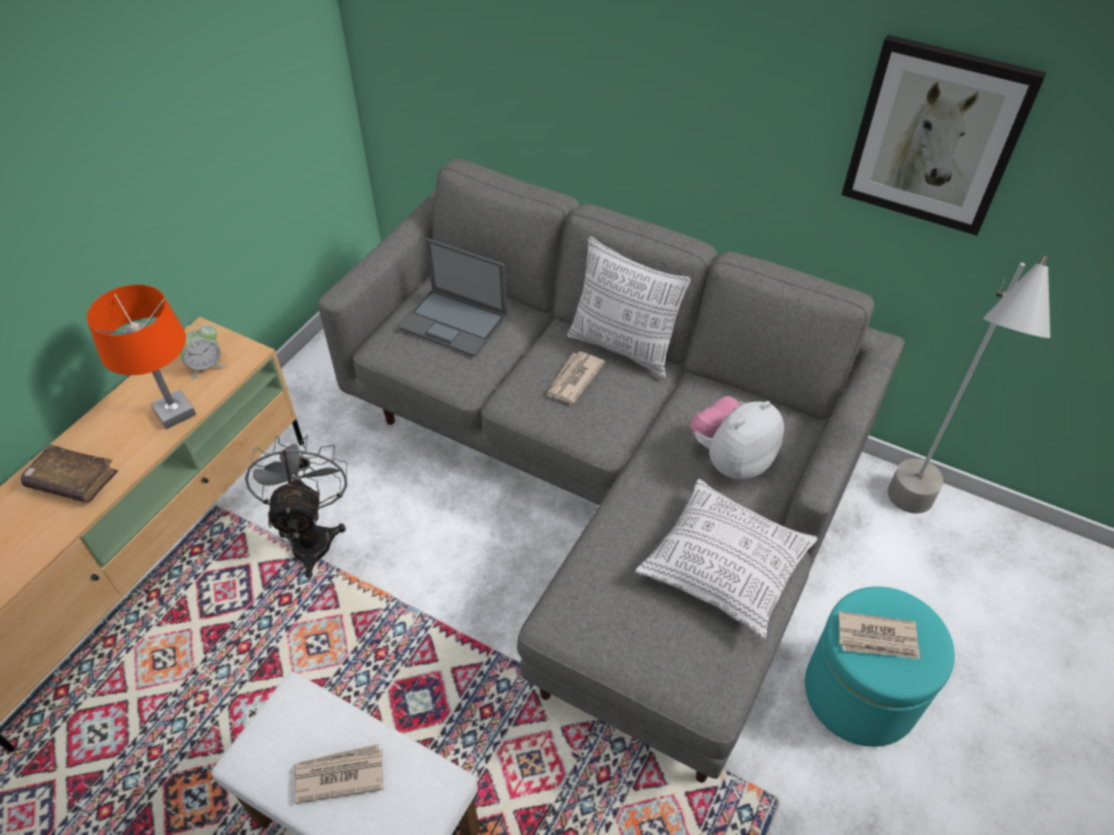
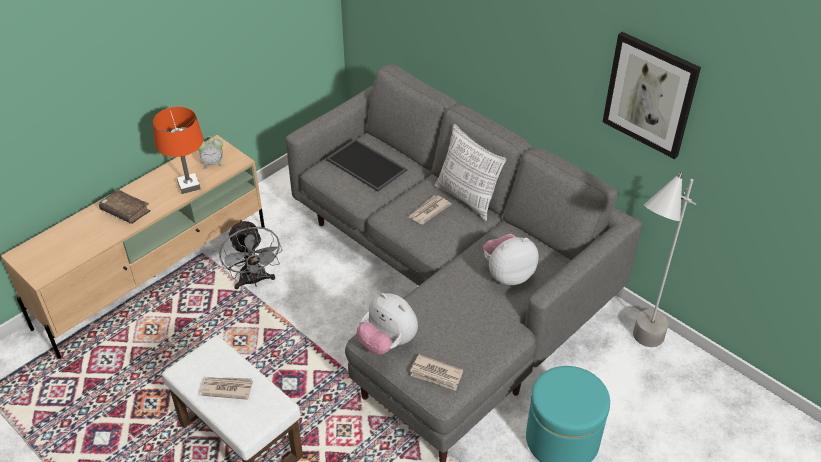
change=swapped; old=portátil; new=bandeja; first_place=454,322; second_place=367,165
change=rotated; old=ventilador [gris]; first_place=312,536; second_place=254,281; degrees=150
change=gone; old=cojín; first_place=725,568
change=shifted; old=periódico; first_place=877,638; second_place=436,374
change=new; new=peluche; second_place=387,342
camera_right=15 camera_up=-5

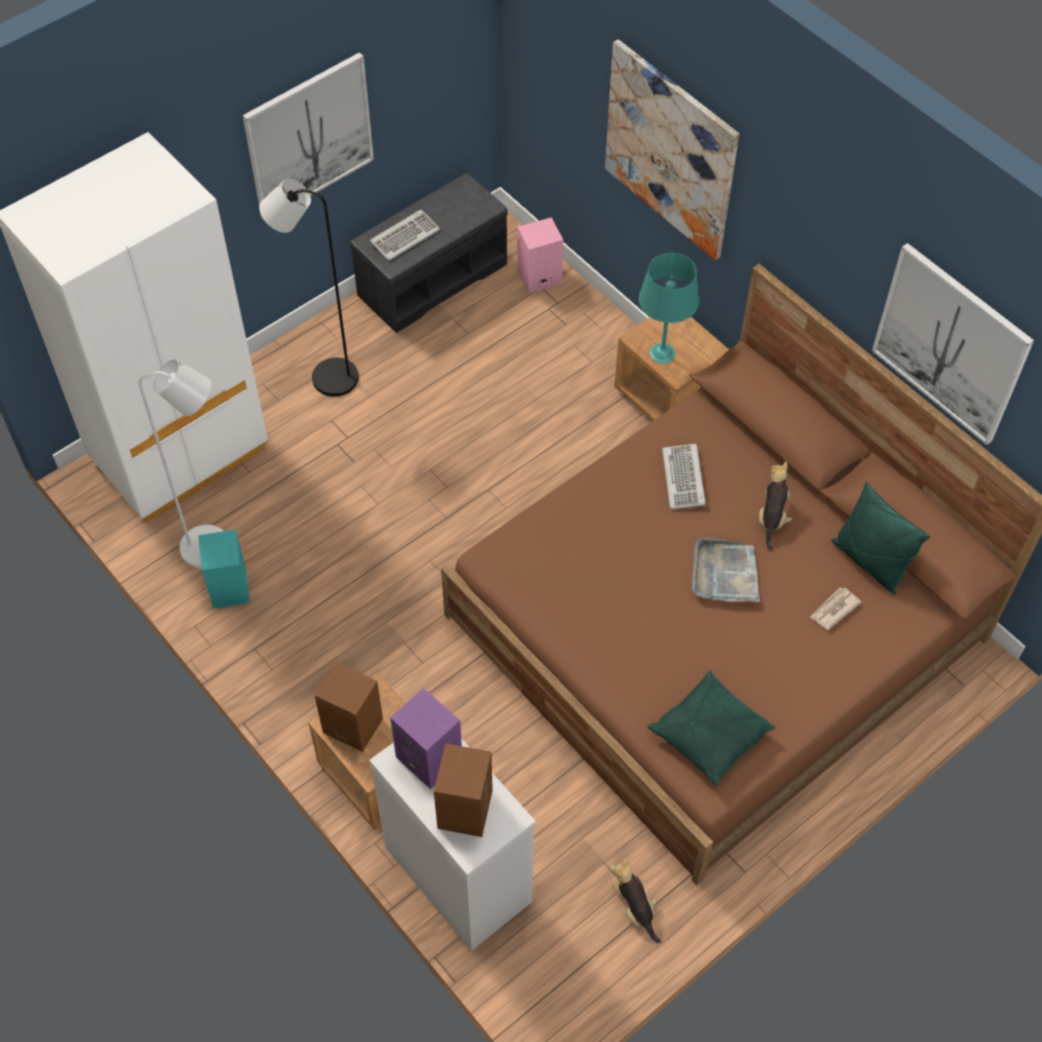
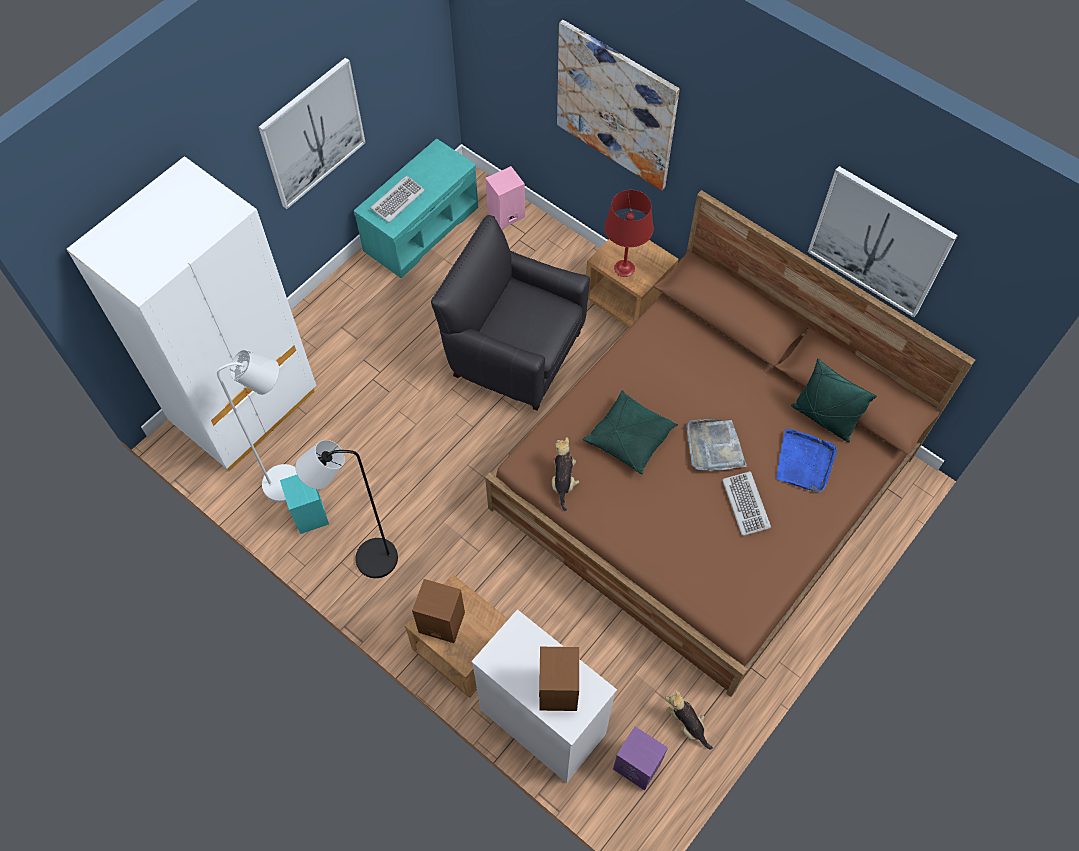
change=repainted; old=banco [gris]; new=banco [turquesa]; first_place=432,278; second_place=421,227
change=shifted; old=lámpara de pie [negro]; first_place=325,378; second_place=368,560
change=repainted; old=lámpara de mesa [turquesa]; new=lámpara de mesa [rojo]; first_place=662,353; second_place=624,268
change=shifted; old=teclado; first_place=684,478; second_place=746,504
change=shifted; old=peluche; first_place=772,517; second_place=563,481
change=swapped; old=periódico; new=bandeja [azul]; first_place=834,609; second_place=804,462
change=shifted; old=cojín [verde]; first_place=710,734; second_place=629,437
change=shifted; old=altavoz [morado]; first_place=431,758; second_place=638,765
change=new; new=sillón [negro]; second_place=514,352
camera_right=-10 camera_up=5

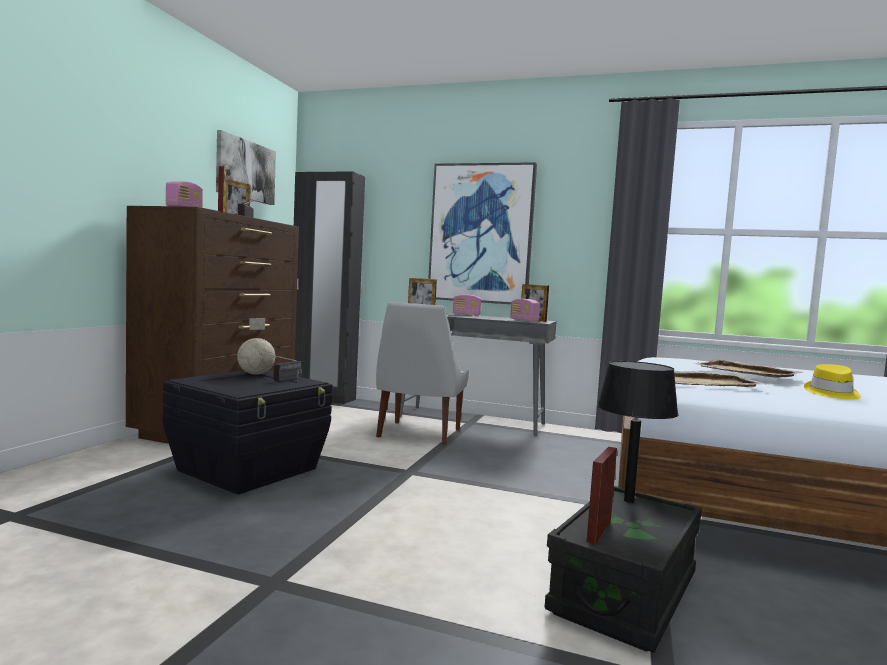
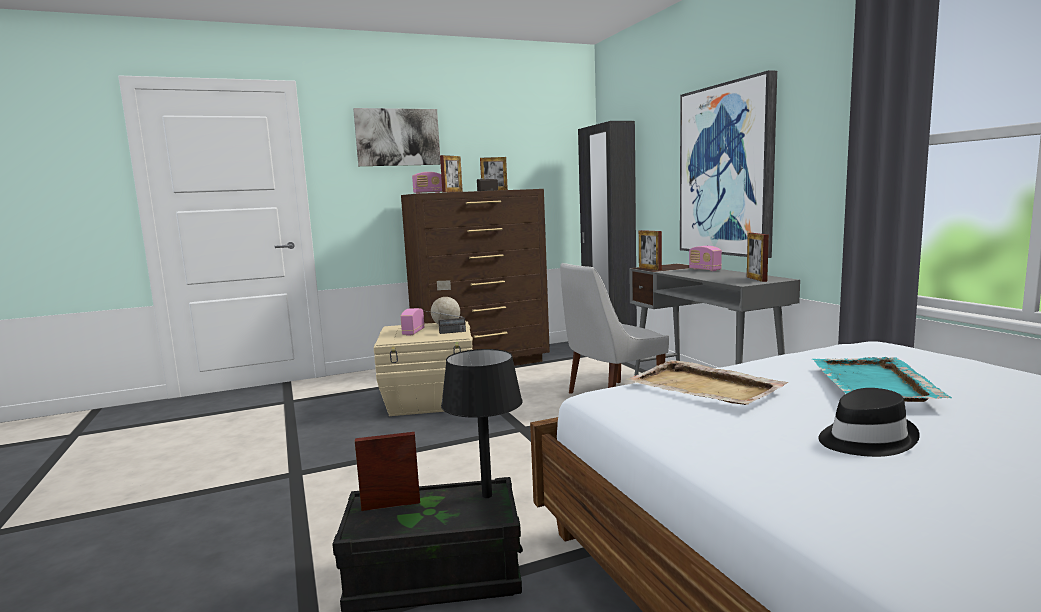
change=shifted; old=cuadro; first_place=245,170; second_place=397,137
change=shifted; old=radio; first_place=524,320; second_place=413,332
change=repainted; old=bandeja [beis]; new=bandeja [turquesa]; first_place=746,372; second_place=873,383
change=repainted; old=sombrero [amarillo]; new=sombrero [negro]; first_place=831,393; second_place=864,439
change=repainted; old=caja de almacenaje [negro]; new=caja de almacenaje [beis]; first_place=249,469; second_place=430,400
camera_right=50 camera_up=5

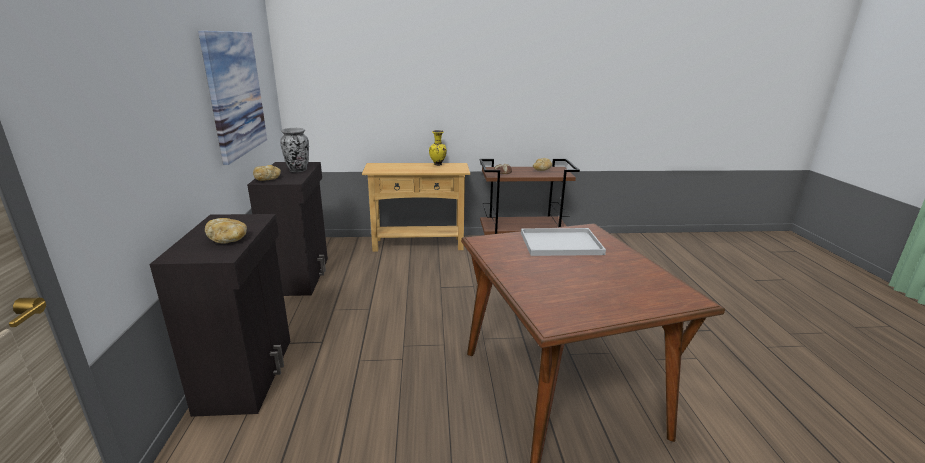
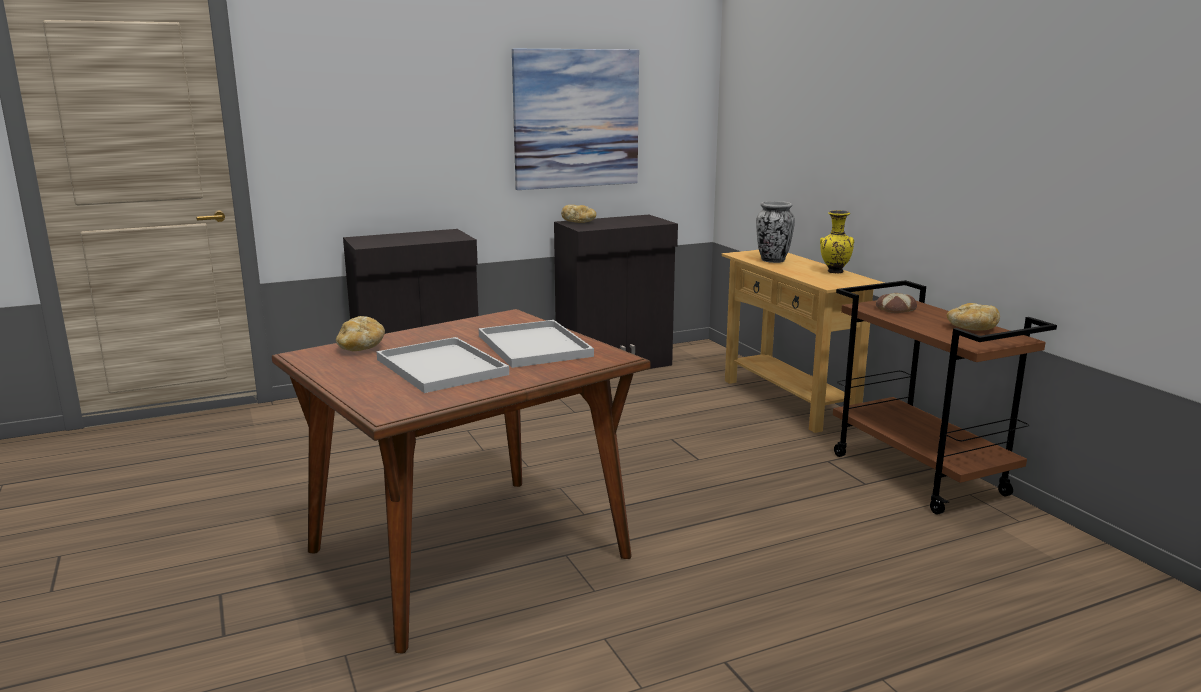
change=shifted; old=florero; first_place=298,170; second_place=772,260
change=shifted; old=pan; first_place=228,239; second_place=361,348
change=new; new=bandeja [blanco]; second_place=439,366
camera_right=70 camera_up=-5

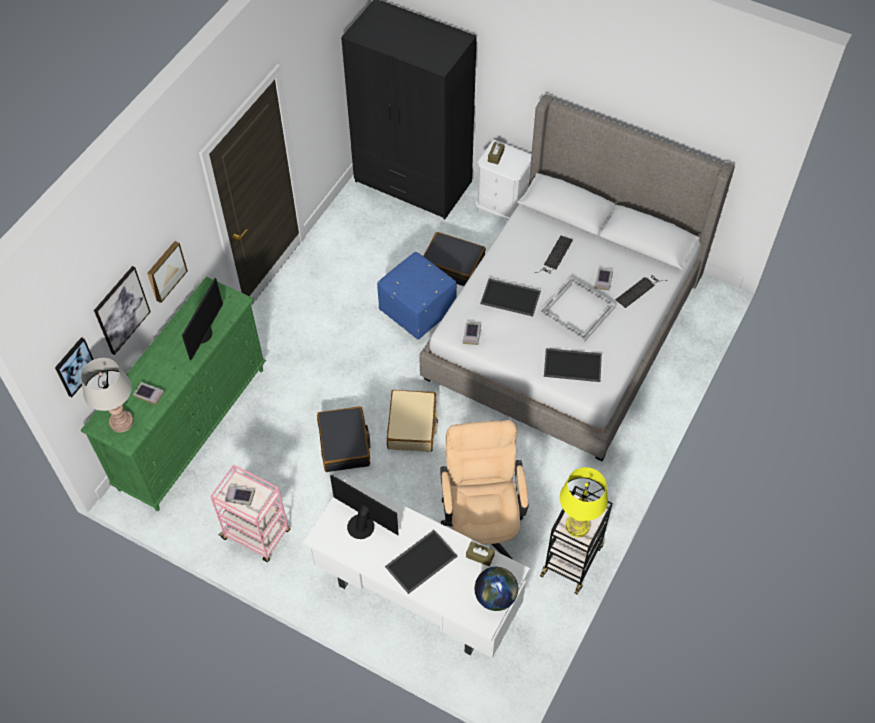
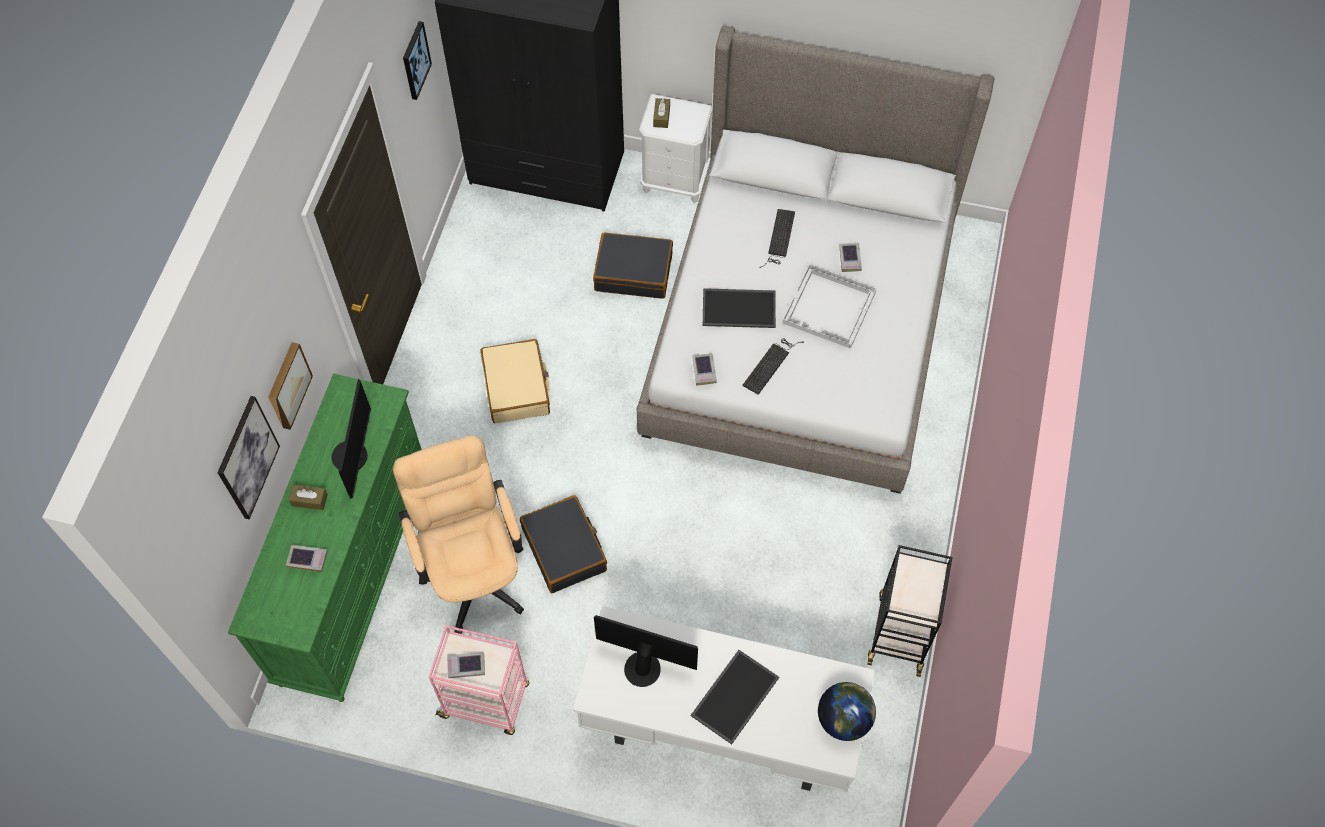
change=gone; old=puf [azul]; first_place=416,310
change=shifted; old=teclado; first_place=639,290; second_place=770,364
change=shifted; old=cuadro; first_place=74,366; second_place=415,60
change=gone; old=bandeja; first_place=573,364
change=gone; old=lámpara de mesa [gris]; first_place=121,422
change=shifted; old=maleta [beis]; first_place=412,426; second_place=517,388
change=shifted; old=silla de oficina [beis]; first_place=482,524; second_place=473,569
change=gone; old=lámpara de mesa [amarillo]; first_place=577,526
change=shifted; old=caja de pañuelos [marrón]; first_place=480,556; second_place=309,500
camera_right=-15 camera_up=5

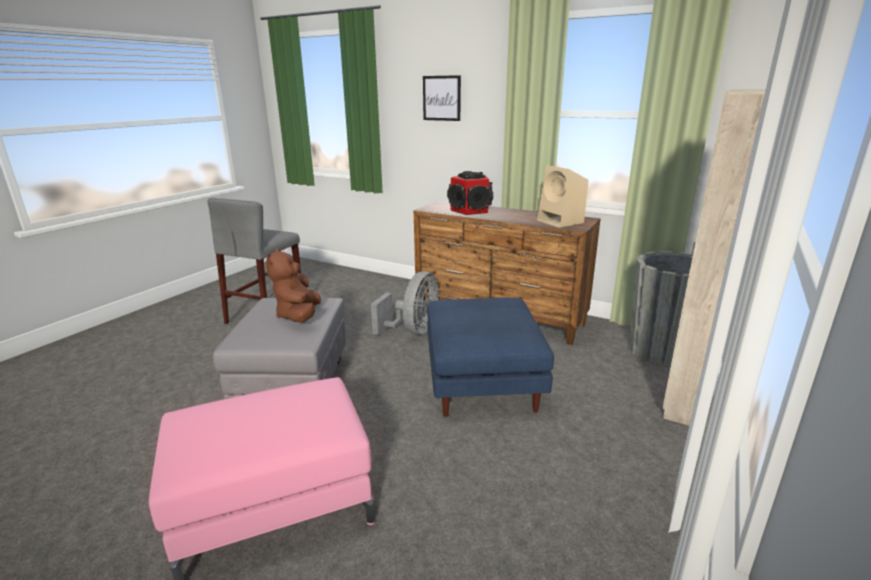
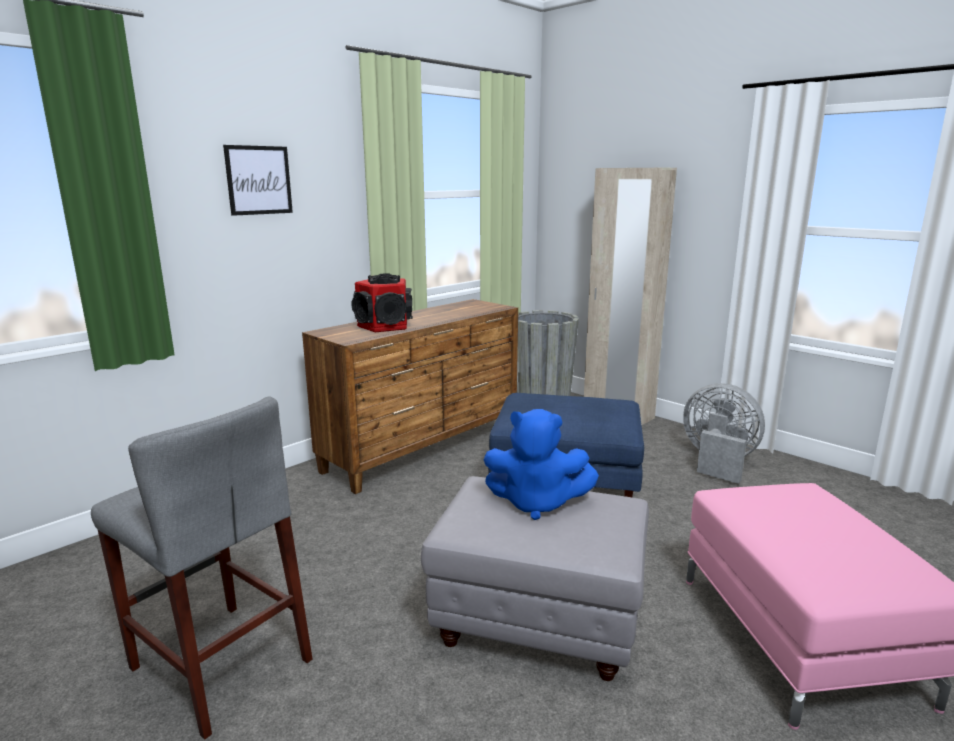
change=gone; old=altavoz [beis]; first_place=561,222
change=repainted; old=peluche [marrón]; new=peluche [azul]; first_place=299,316; second_place=536,503
change=shifted; old=ventilador [gris]; first_place=413,330; second_place=717,462
camera_right=-75 camera_up=-5

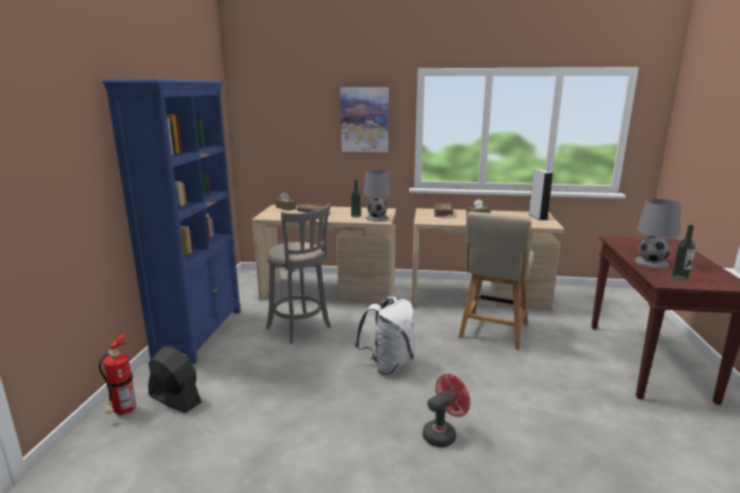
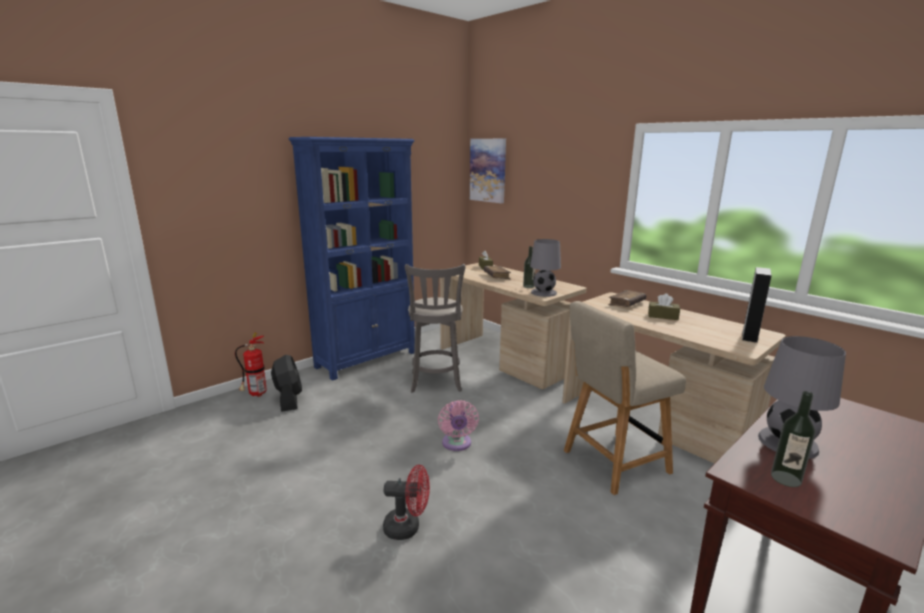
change=shifted; old=cuadro; first_place=364,119; second_place=488,170
change=swapped; old=mochila [blanco]; new=ventilador [rosa]; first_place=388,365; second_place=457,444
camera_right=40 camera_up=0

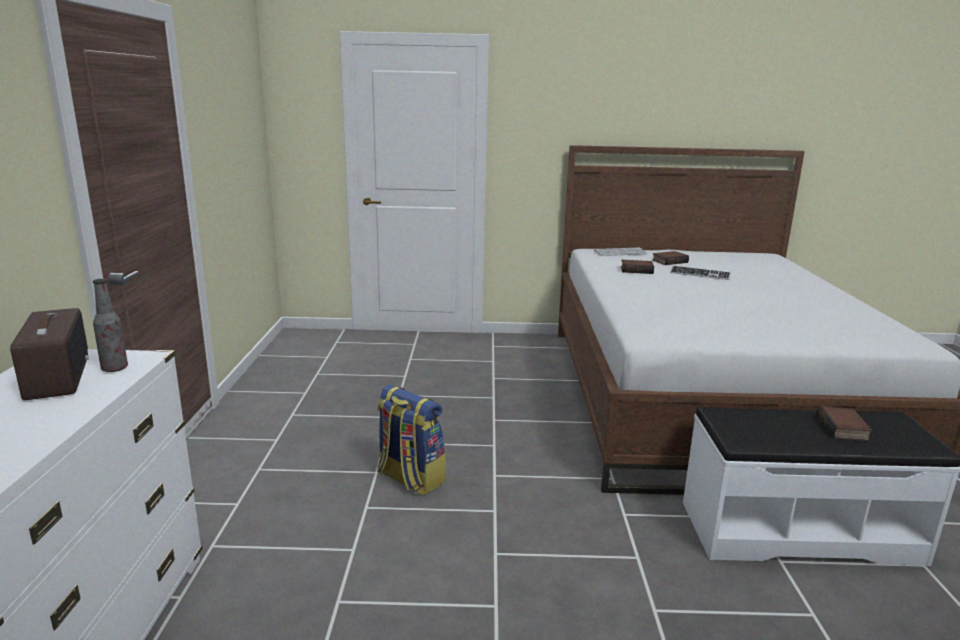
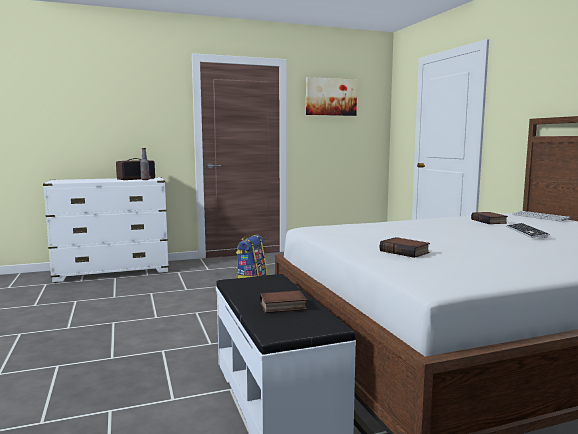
change=shifted; old=libro; first_place=669,261; second_place=405,251
change=new; new=cuadro; second_place=331,97
camera_right=70 camera_up=-10

